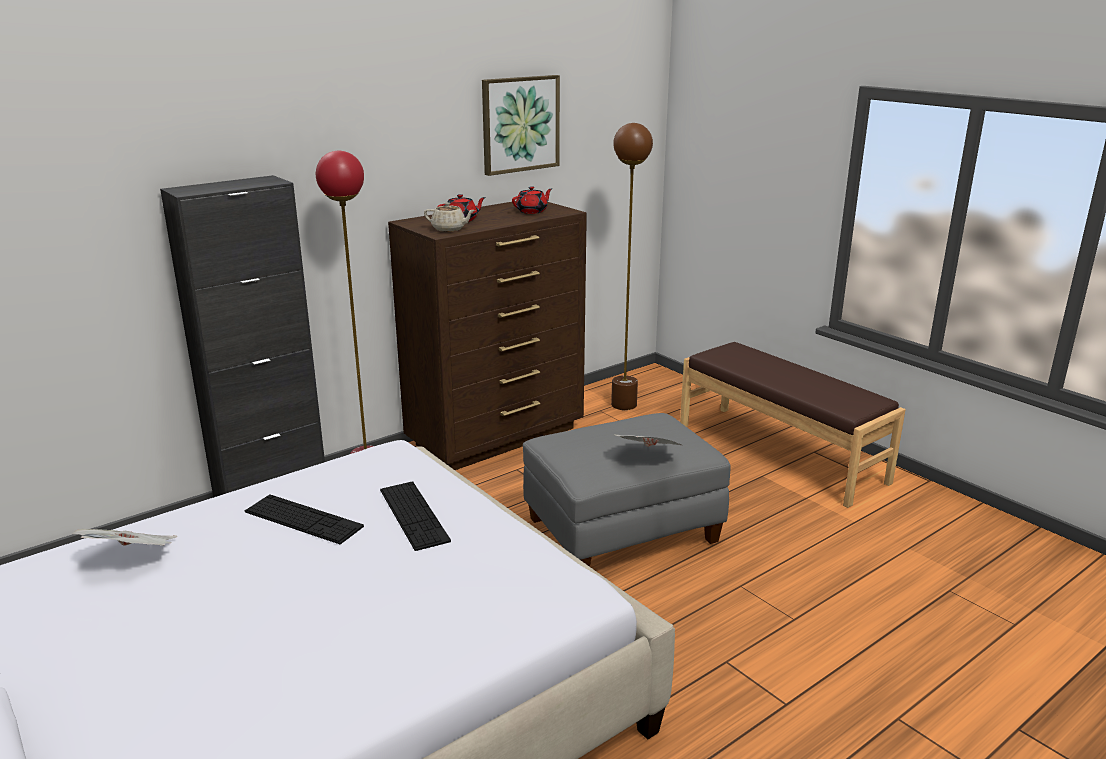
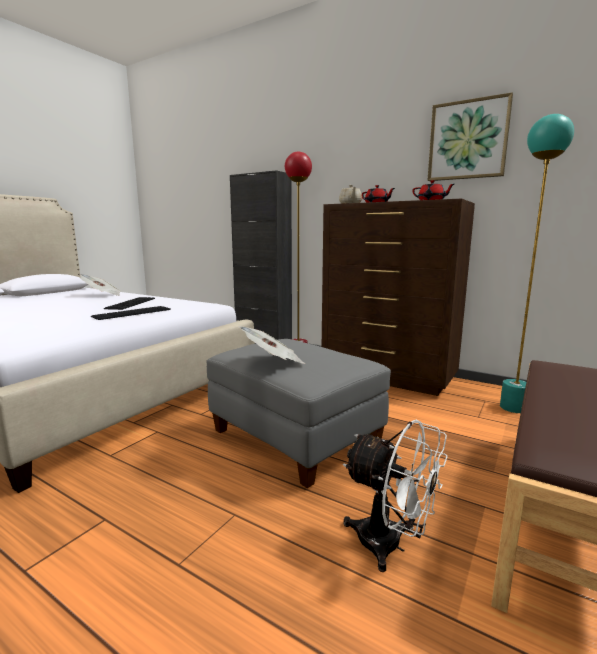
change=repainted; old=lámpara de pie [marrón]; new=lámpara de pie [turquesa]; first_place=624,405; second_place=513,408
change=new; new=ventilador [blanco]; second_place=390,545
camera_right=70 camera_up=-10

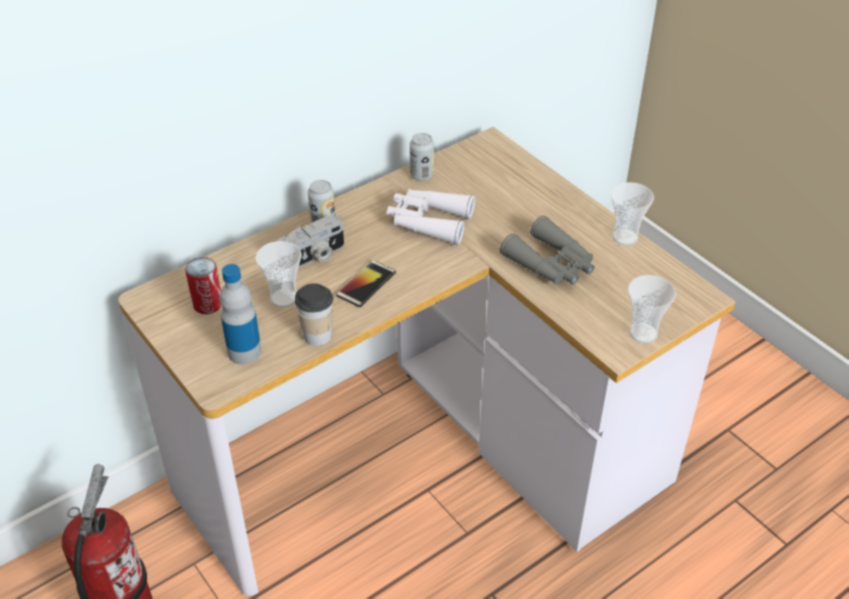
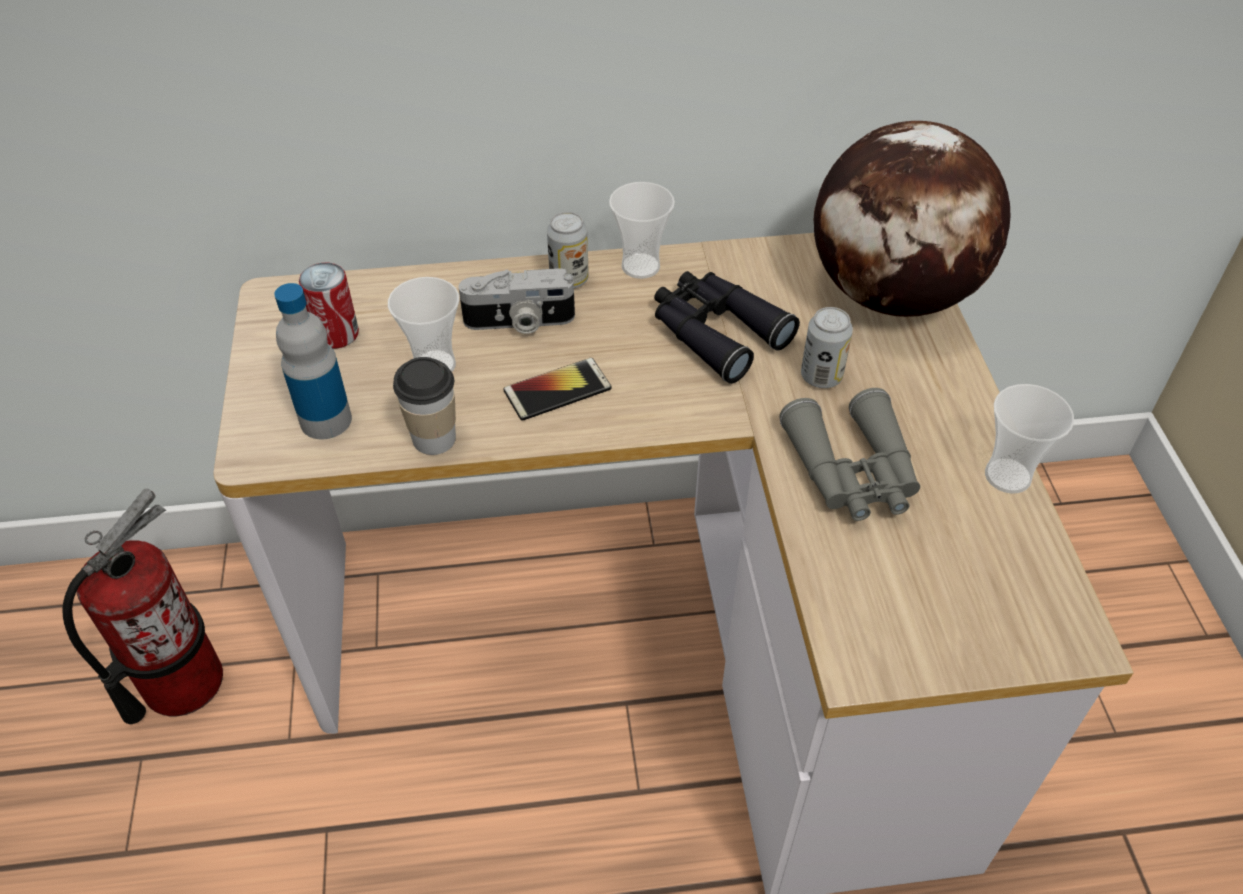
change=shifted; old=lata; first_place=421,175; second_place=821,376
change=repainted; old=prismáticos [blanco]; new=prismáticos [negro]; first_place=428,222; second_place=715,332
change=shifted; old=taza; first_place=643,333; second_place=640,266
change=new; new=globo terráqueo; second_place=893,295
camera_right=30 camera_up=5

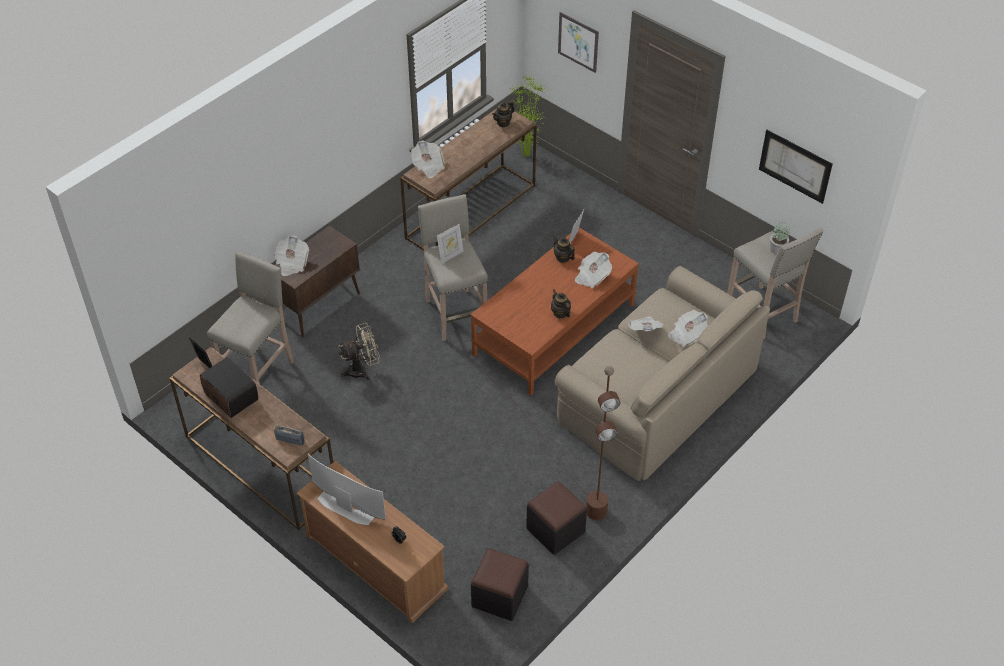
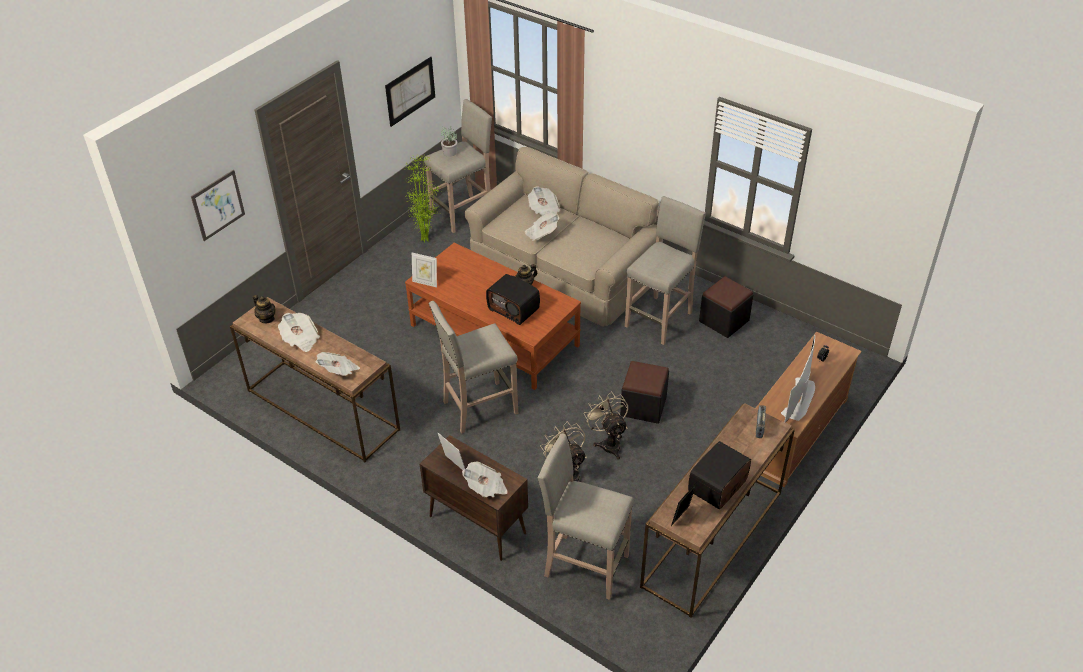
change=shifted; old=planta en maceta; first_place=527,155; second_place=426,239
change=shifted; old=portarretratos; first_place=450,256; second_place=453,466
change=gone; old=tetera; first_place=562,257
change=shifted; old=periódico; first_place=592,277; second_place=300,339
change=swapped; old=lámpara de pie [marrón]; new=taburete [beis]; first_place=565,470; second_place=660,319
change=shifted; old=puf [negro]; first_place=499,596; second_place=643,406
change=new; new=radio; second_place=514,309
change=new; new=ventilador [beis]; second_place=608,442
camera_right=-95 camera_up=-5

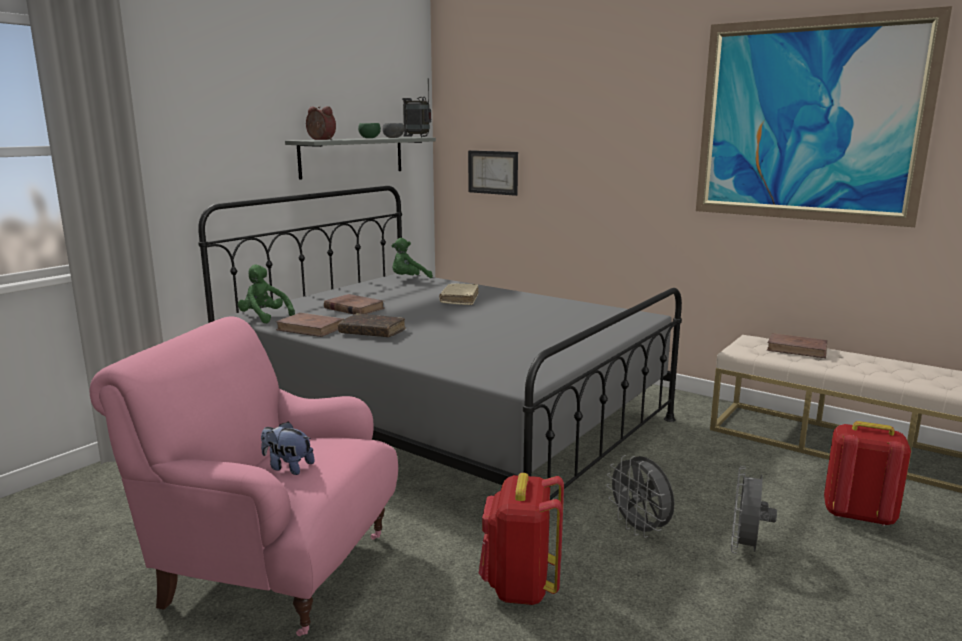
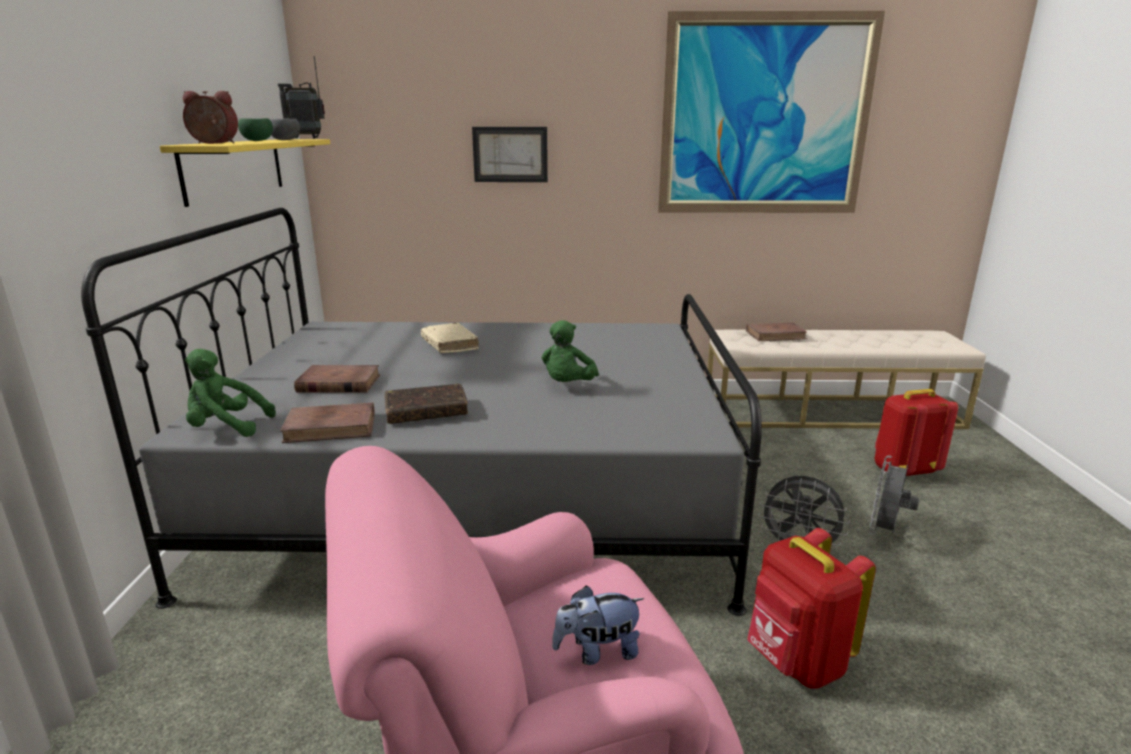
change=repainted; old=estante [gris]; new=estante [amarillo]; first_place=352,156; second_place=234,168
change=shifted; old=cuadro; first_place=493,172; second_place=510,154
change=shifted; old=peluche [verde]; first_place=409,279; second_place=568,385
change=rotated; old=ventilador [gris]; first_place=745,548; second_place=885,532; degrees=45
camera_right=-35 camera_up=5

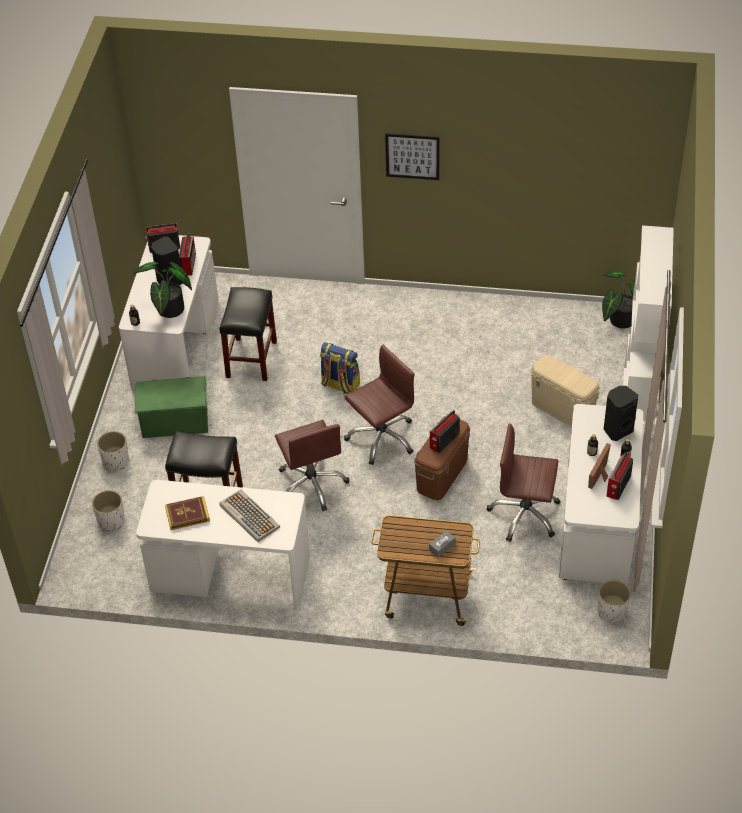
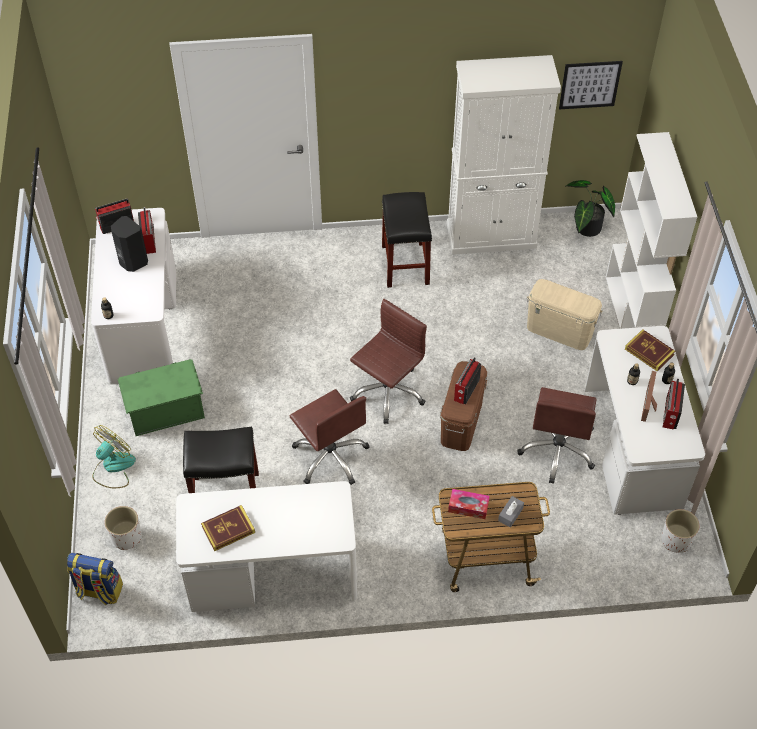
change=shifted; old=cuadro; first_place=412,156; second_place=590,84
change=gone; old=planta en maceta; first_place=168,311
change=shifted; old=taburete [negro]; first_place=251,359; second_place=406,265
change=shifted; old=mochila; first_place=340,385; second_place=99,591
change=swapped; old=altavoz [negro]; new=libro; first_place=617,430; second_place=649,352
change=rotated; old=silla de oficina [marrón]; first_place=524,515; second_place=557,451; degrees=-75
change=swapped; old=maceta [blanco]; new=ventilador; first_place=115,461; second_place=113,467
change=gone; old=teclado; first_place=248,516
change=new; new=armario [blanco]; second_place=491,236
change=new; new=caja de pañuelos; second_place=468,507
camera_right=-15 camera_up=5

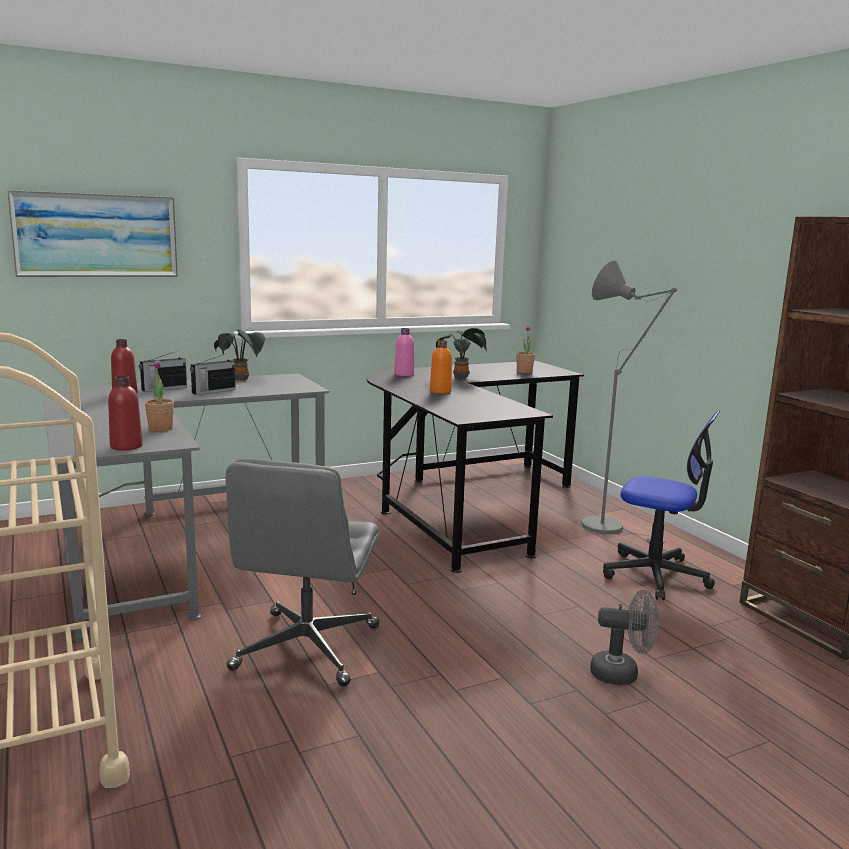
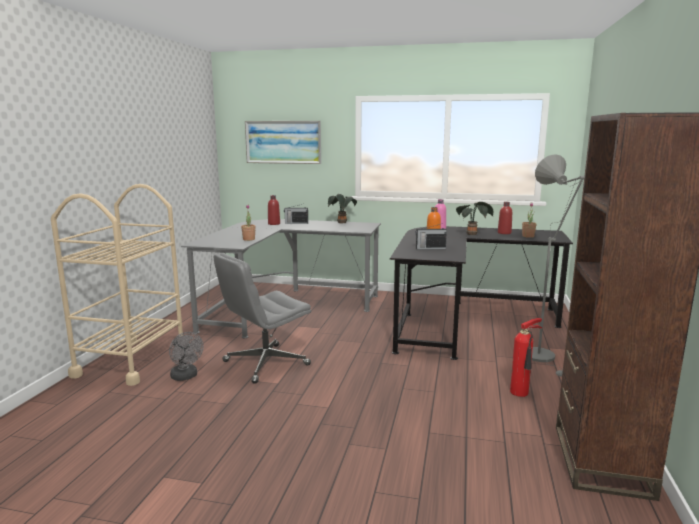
change=shifted; old=radio; first_place=213,391; second_place=430,248
change=shifted; old=botella [rojo]; first_place=126,446; second_place=504,233
change=swapped; old=silla de oficina; new=extintor; first_place=656,575; second_place=521,393
change=shifted; old=ventilador [gris]; first_place=622,674; second_place=186,377
camera_right=40 camera_up=0

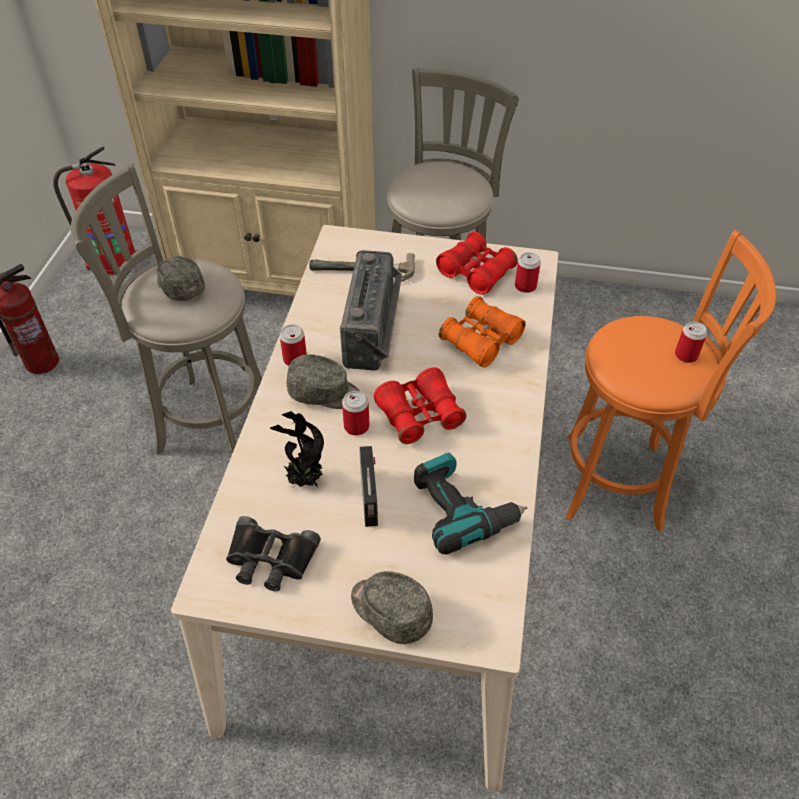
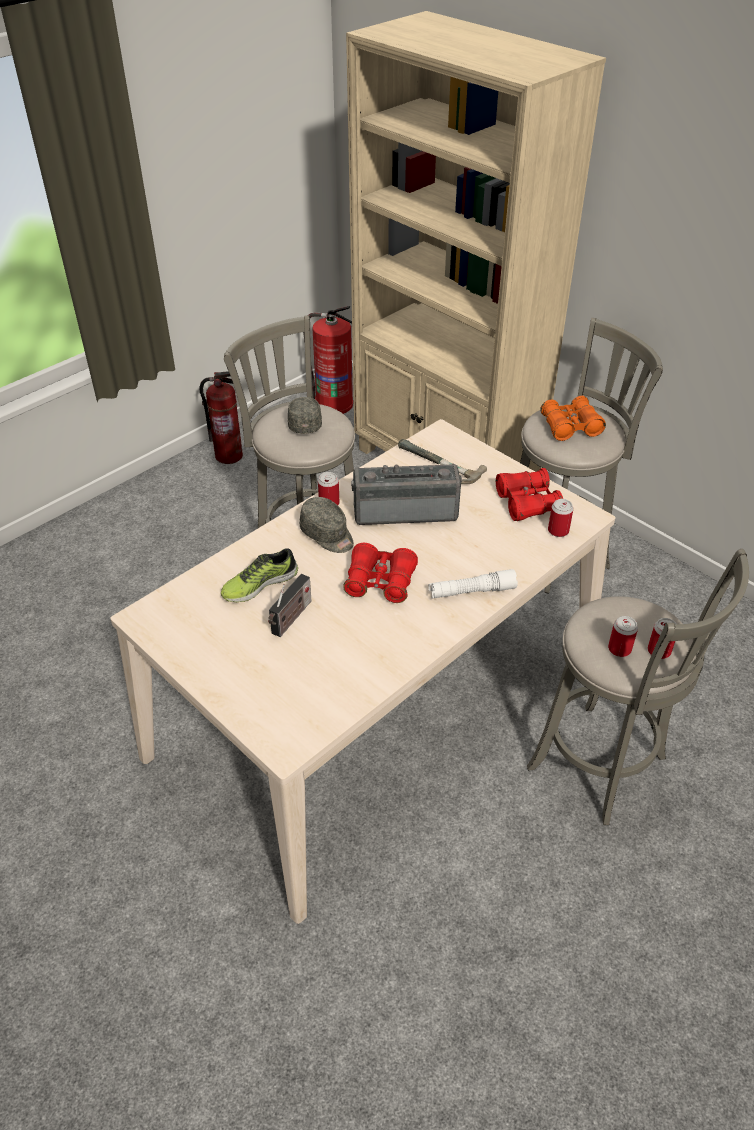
change=repainted; old=taburete [naranja]; new=taburete [gris]; first_place=620,482; second_place=603,767
change=rotated; old=radio; first_place=375,331; second_place=405,510; degrees=-135
change=shifted; old=prismáticos [naranja]; first_place=481,341; second_place=570,427
change=shifted; old=lata; first_place=356,426; second_place=619,649
change=swapped; old=planta en maceta; new=zapato; first_place=303,481; second_place=259,584
change=gone; old=taladro; first_place=462,509
change=gone; old=prismáticos [negro]; first_place=270,559
change=gone; old=gorra [gris]; first_place=390,611
change=new; new=linterna [blanco]; second_place=472,591
camera_right=35 camera_up=-5

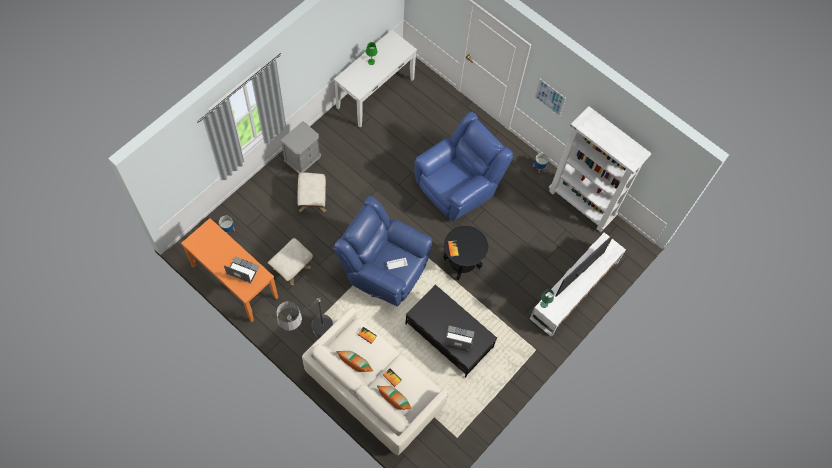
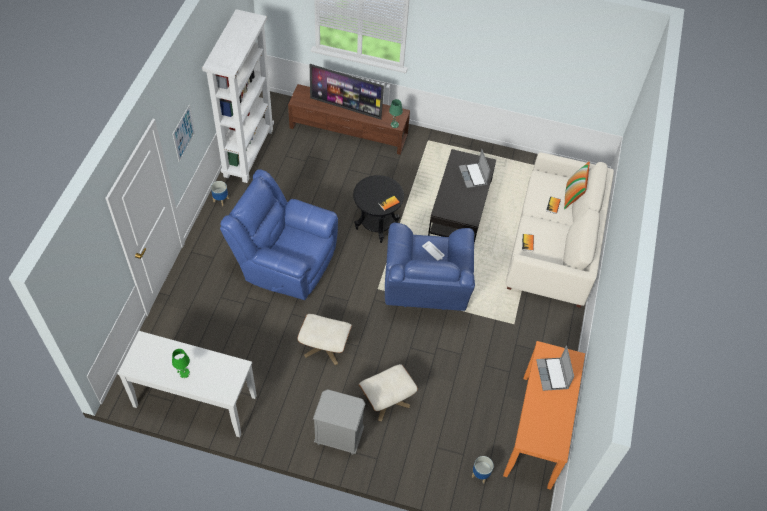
change=repainted; old=mueble de televisión [blanco]; new=mueble de televisión [marrón]; first_place=574,290; second_place=349,131
change=shifted; old=puf [beis]; first_place=291,268; second_place=325,346
change=gone; old=lámpara de pie; first_place=310,338
change=gone; old=cojín; first_place=355,366
camera_right=-115 camera_up=-10

